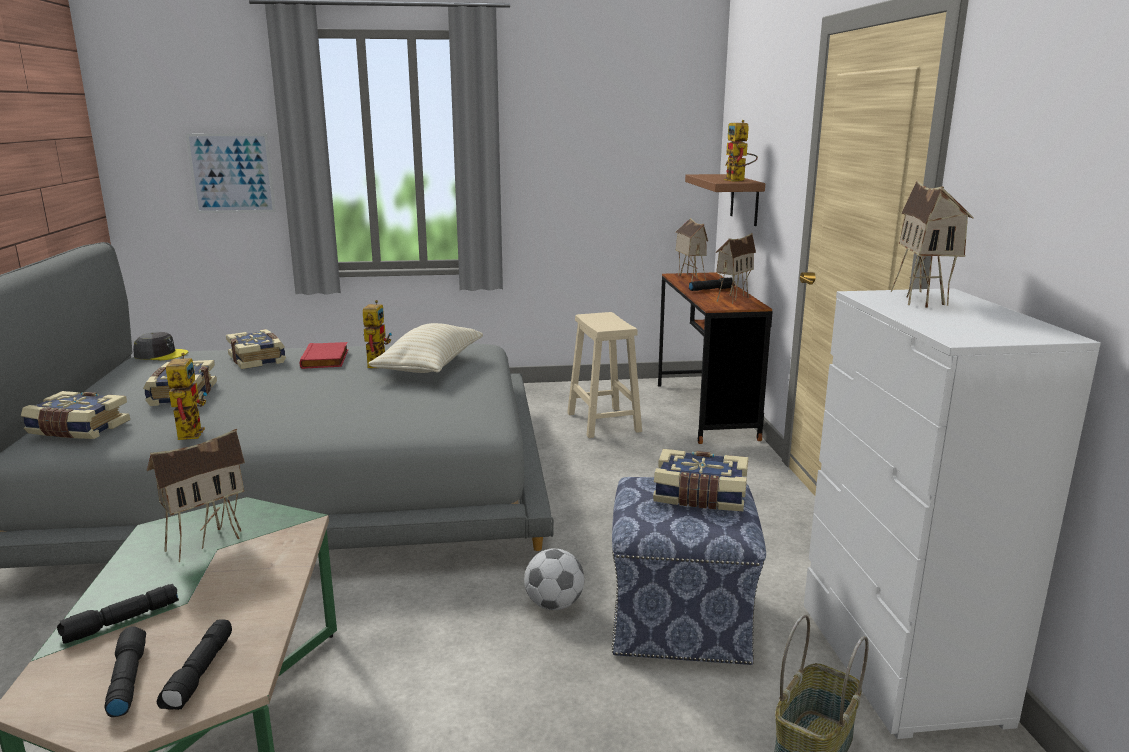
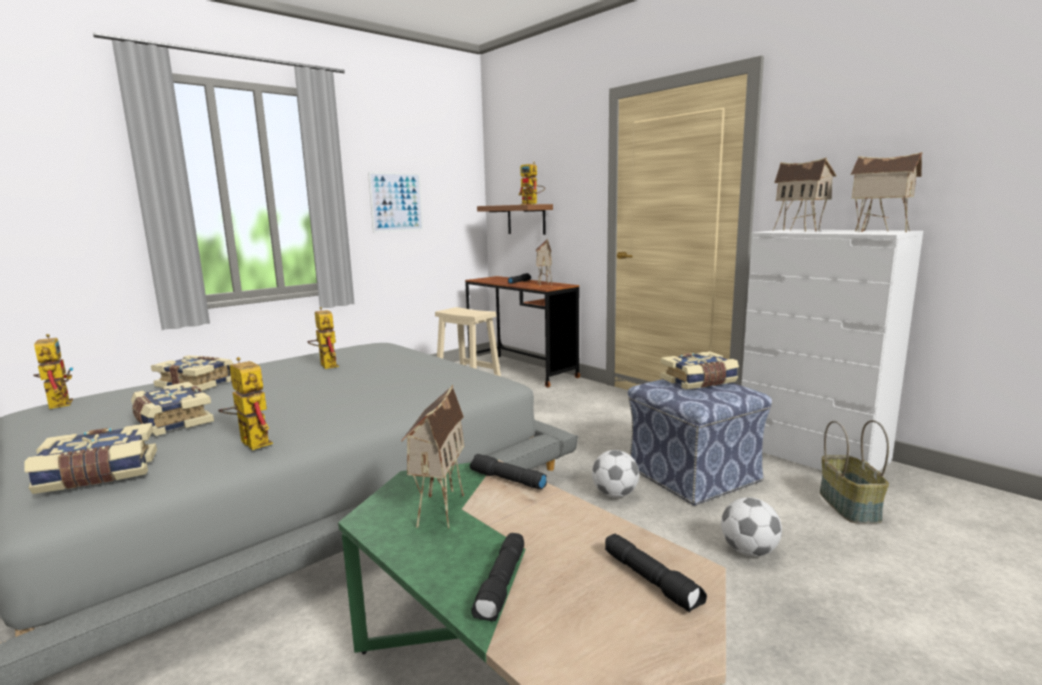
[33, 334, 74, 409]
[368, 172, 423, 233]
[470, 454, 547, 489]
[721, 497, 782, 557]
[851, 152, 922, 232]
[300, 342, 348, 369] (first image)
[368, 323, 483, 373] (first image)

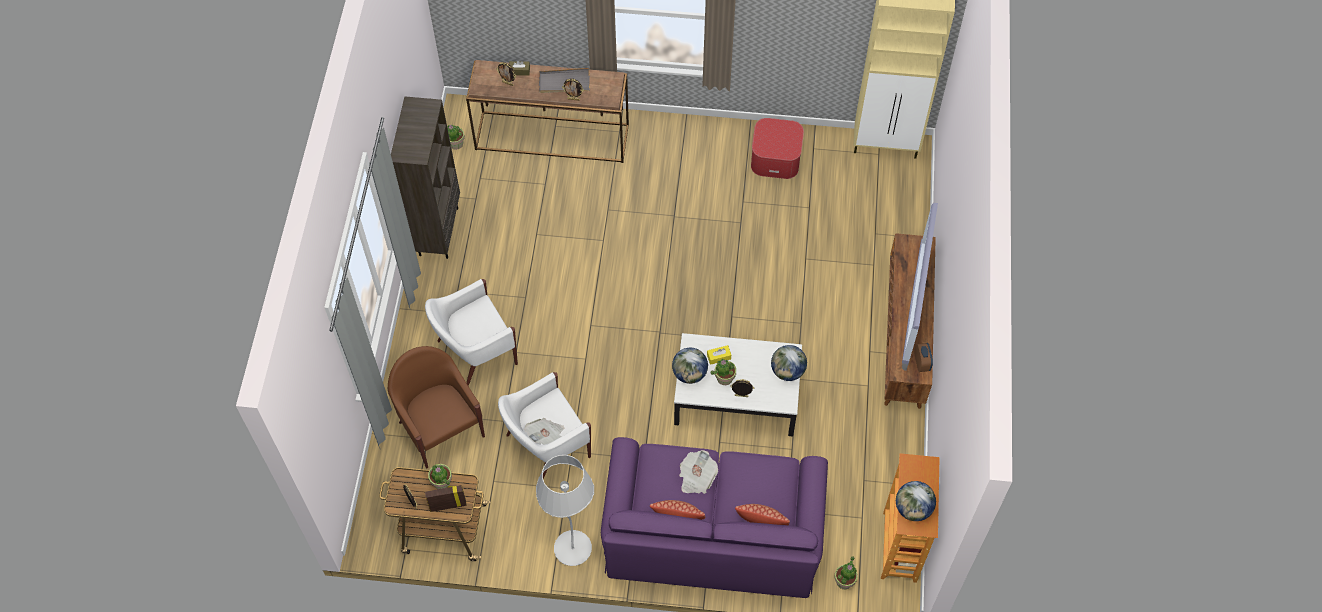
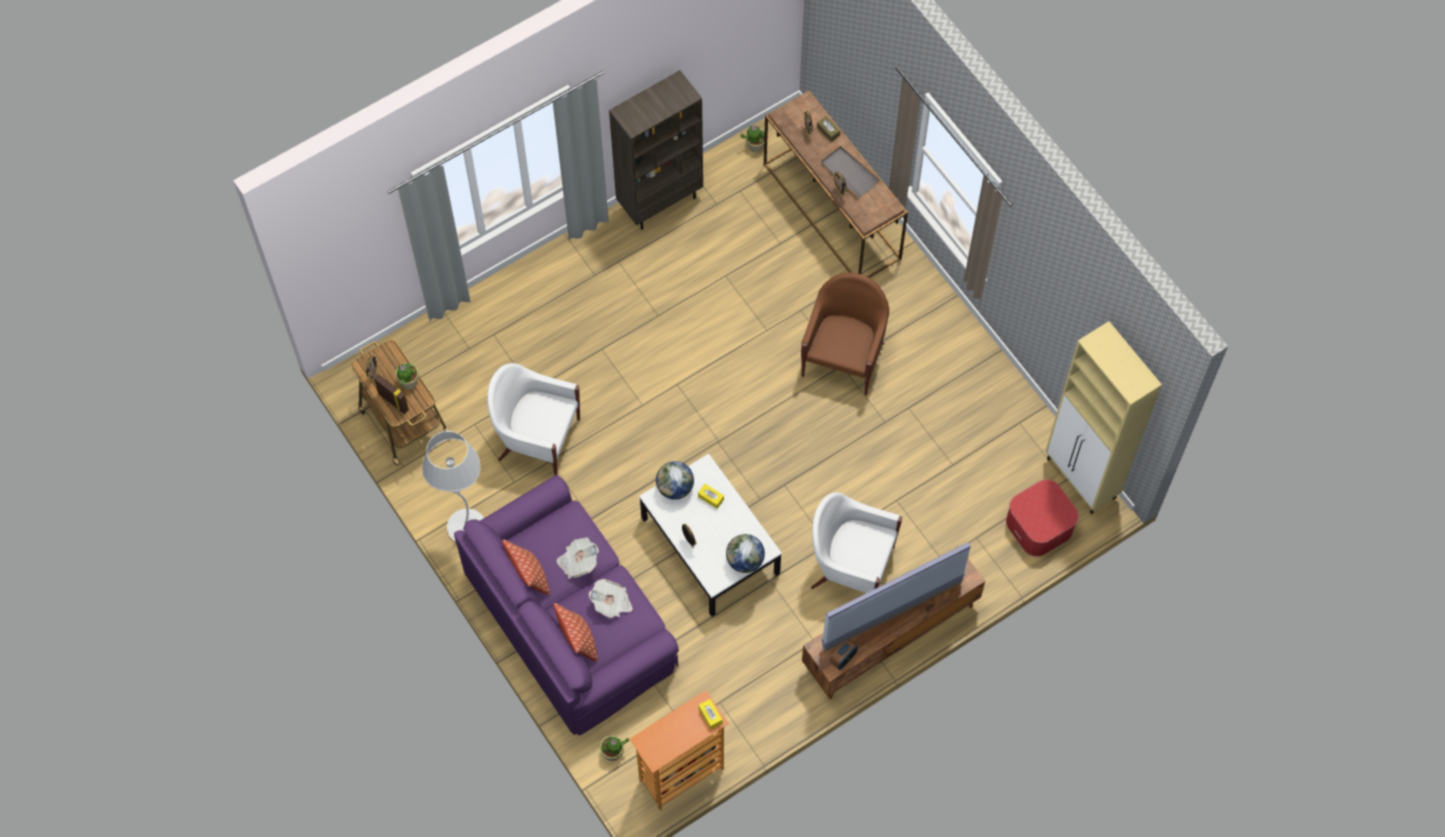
[589, 579, 633, 618]
[699, 699, 722, 729]
[801, 273, 889, 395]
[811, 492, 902, 593]
[1006, 479, 1079, 557]
[711, 359, 736, 385] (first image)
[896, 481, 936, 521] (first image)

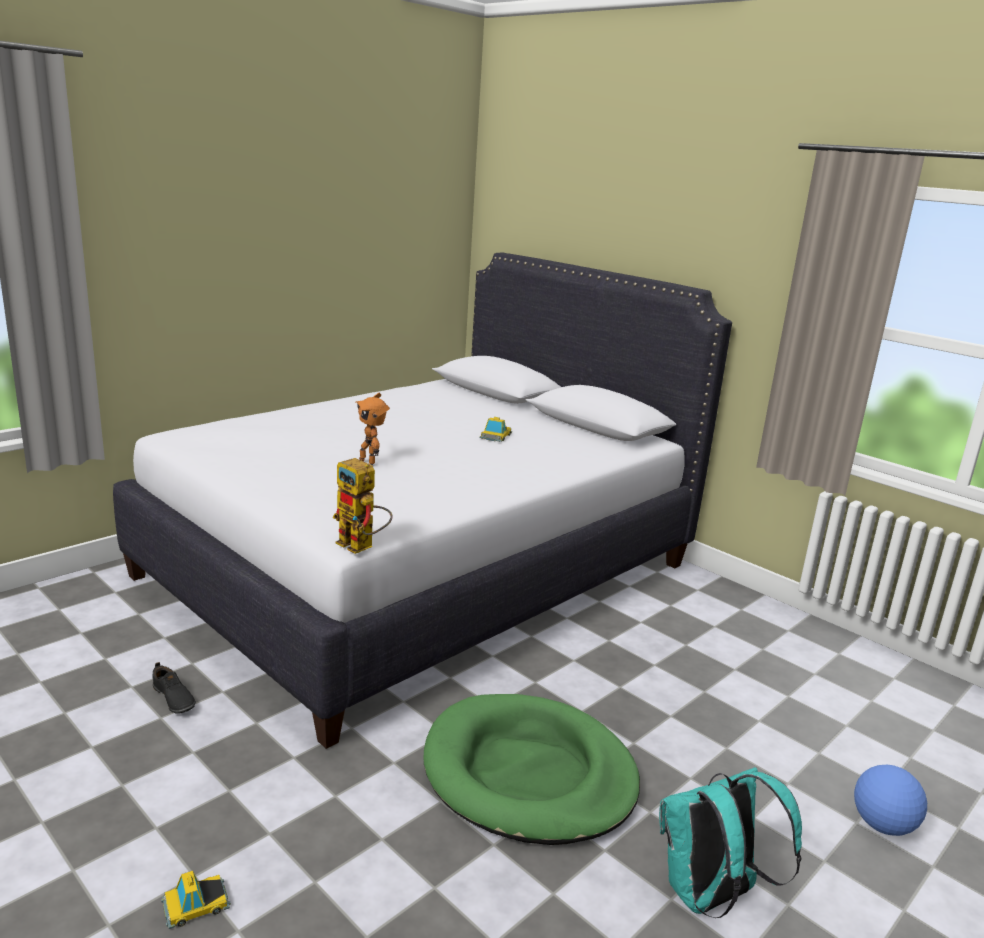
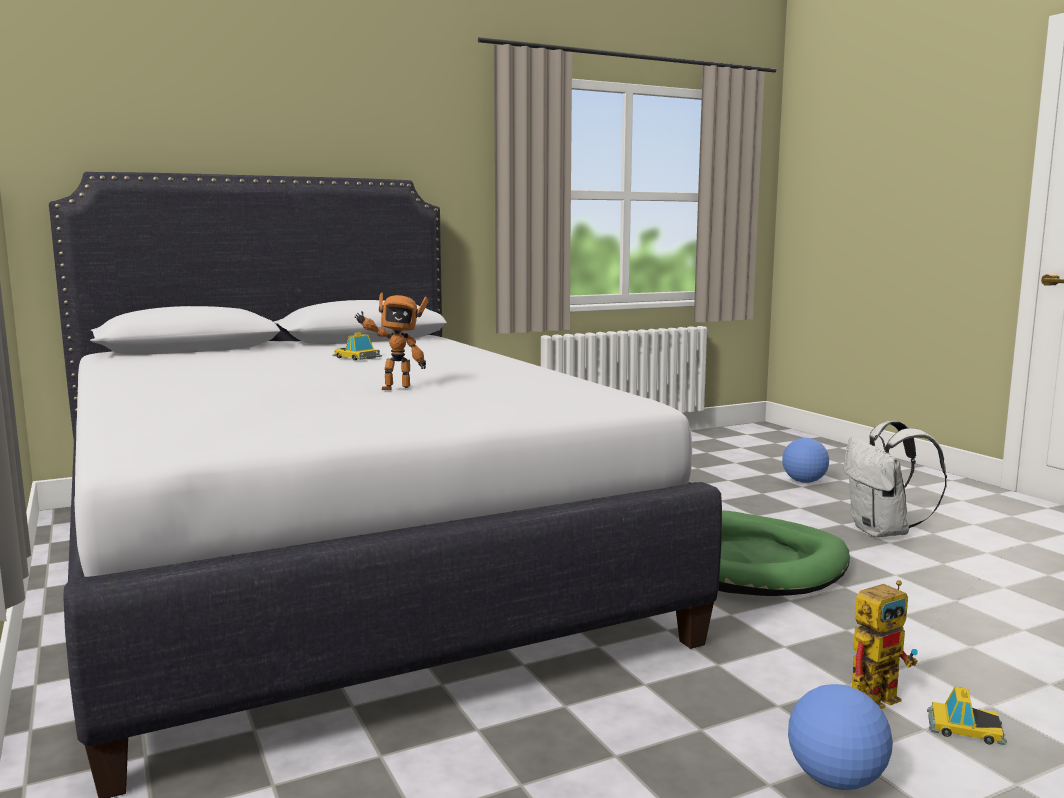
[788, 684, 893, 790]
[844, 420, 947, 538]
[852, 580, 918, 709]
[927, 687, 1007, 745]
[153, 662, 196, 714] (first image)

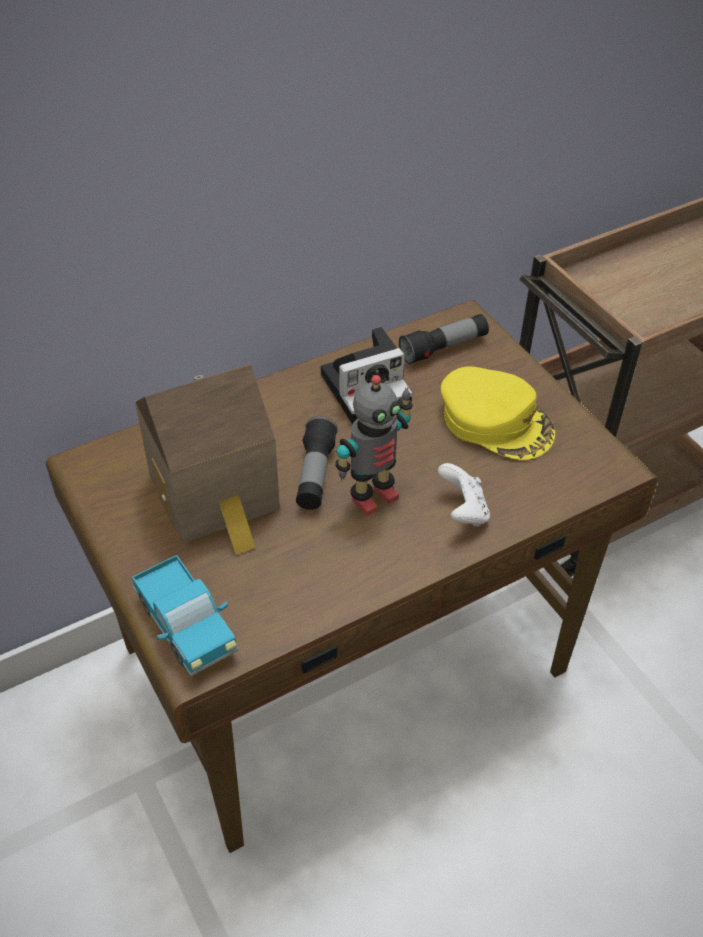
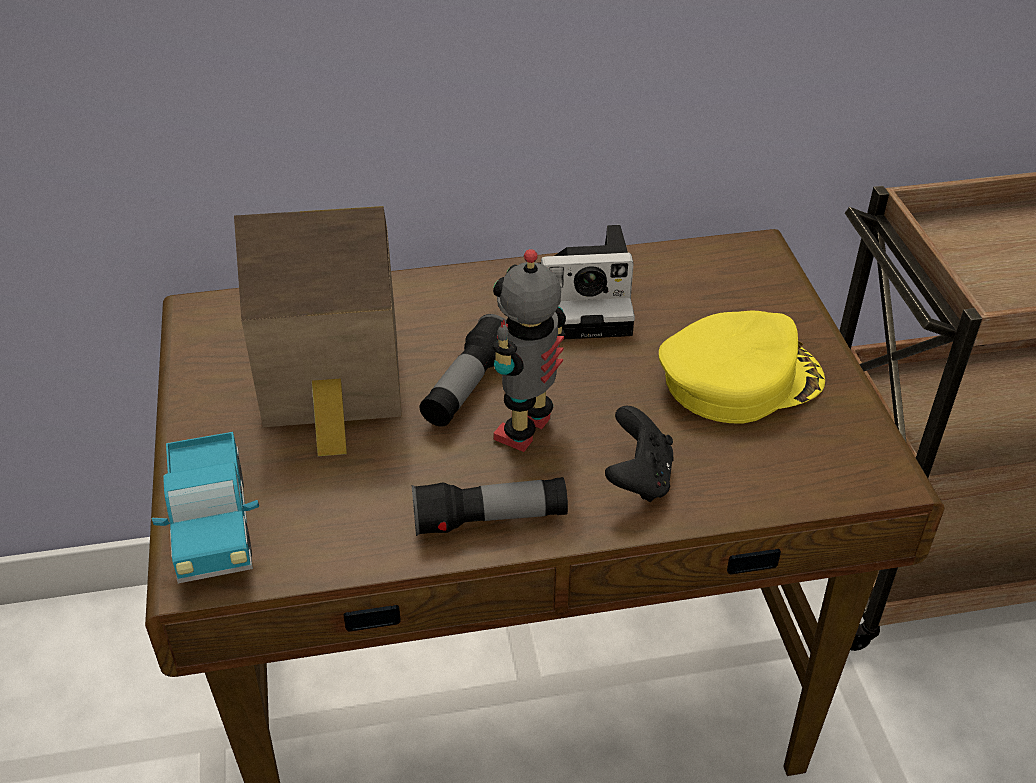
[412, 477, 568, 536]
[493, 249, 566, 452]
[605, 406, 674, 502]
[659, 311, 825, 423]

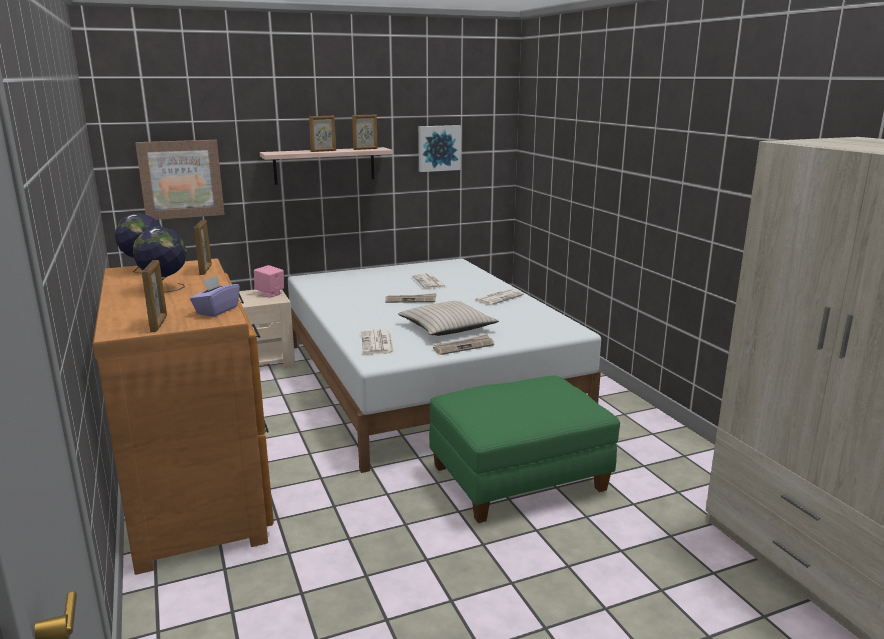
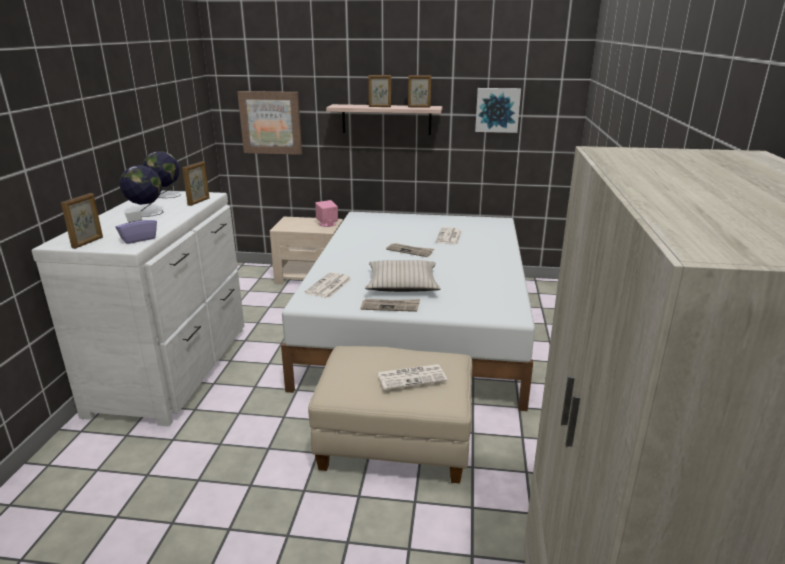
[31, 190, 245, 427]
[308, 346, 472, 484]
[378, 364, 447, 390]

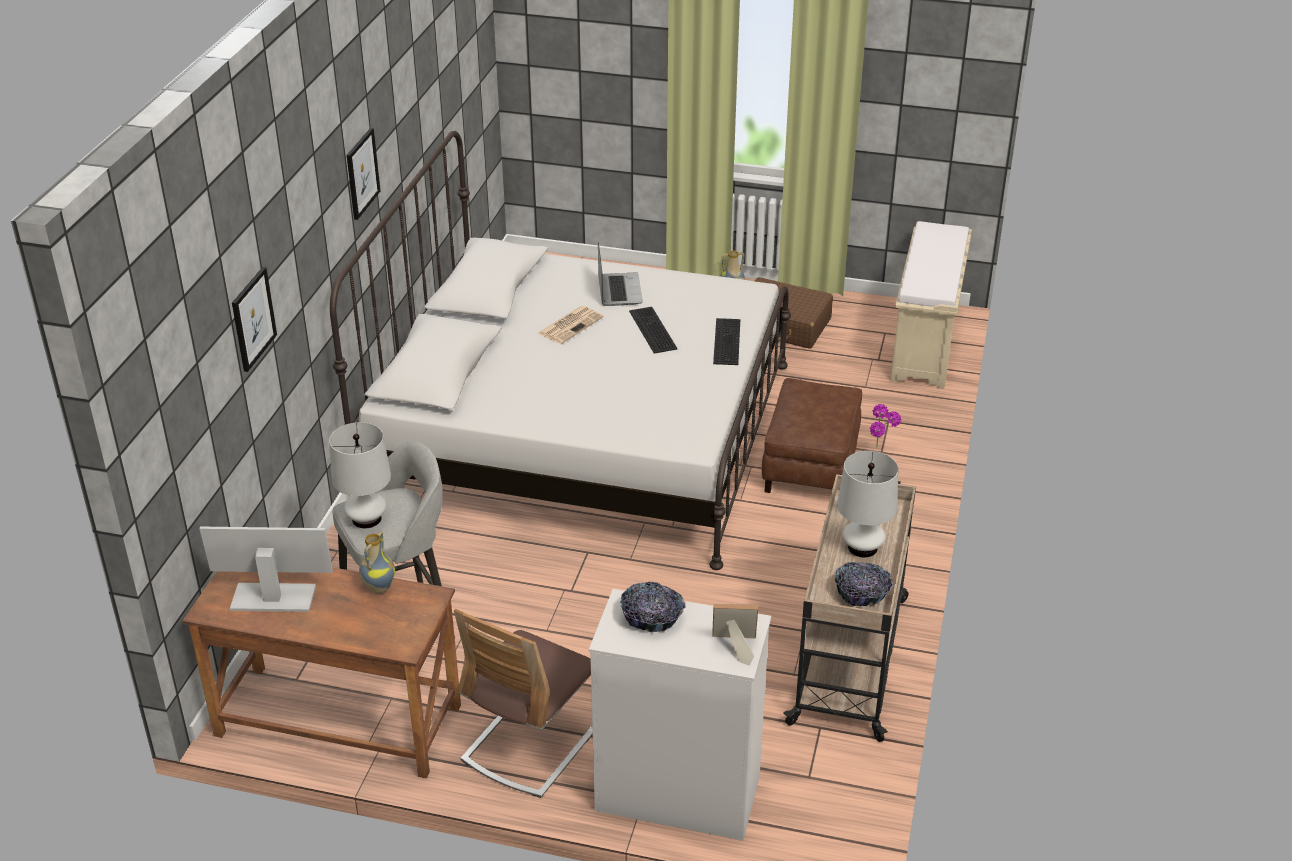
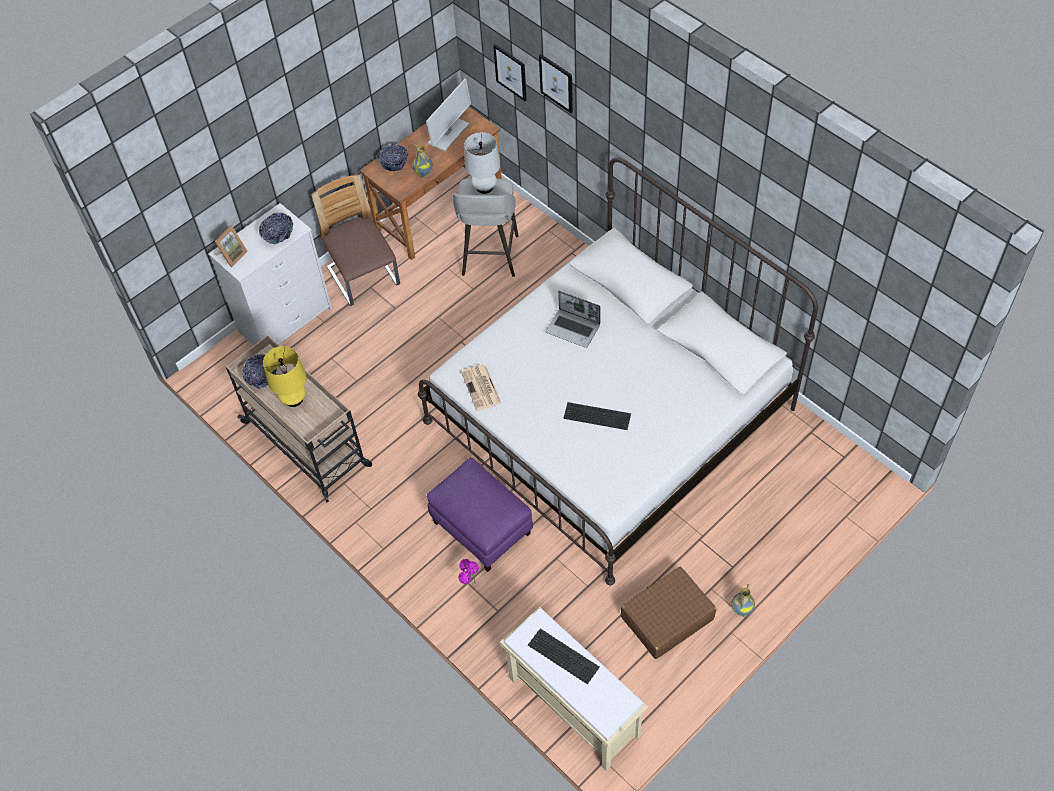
[263, 346, 306, 407]
[377, 144, 409, 171]
[427, 457, 533, 572]
[461, 364, 502, 411]
[493, 44, 527, 101]
[528, 629, 600, 684]
[546, 291, 600, 348]

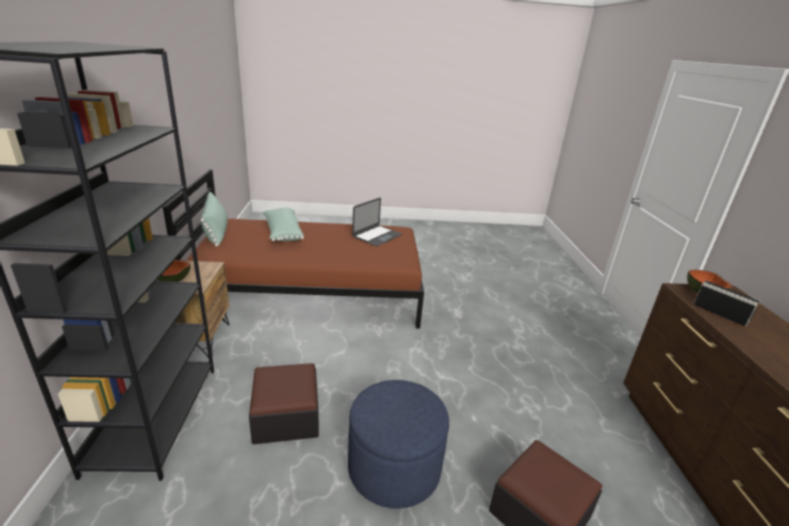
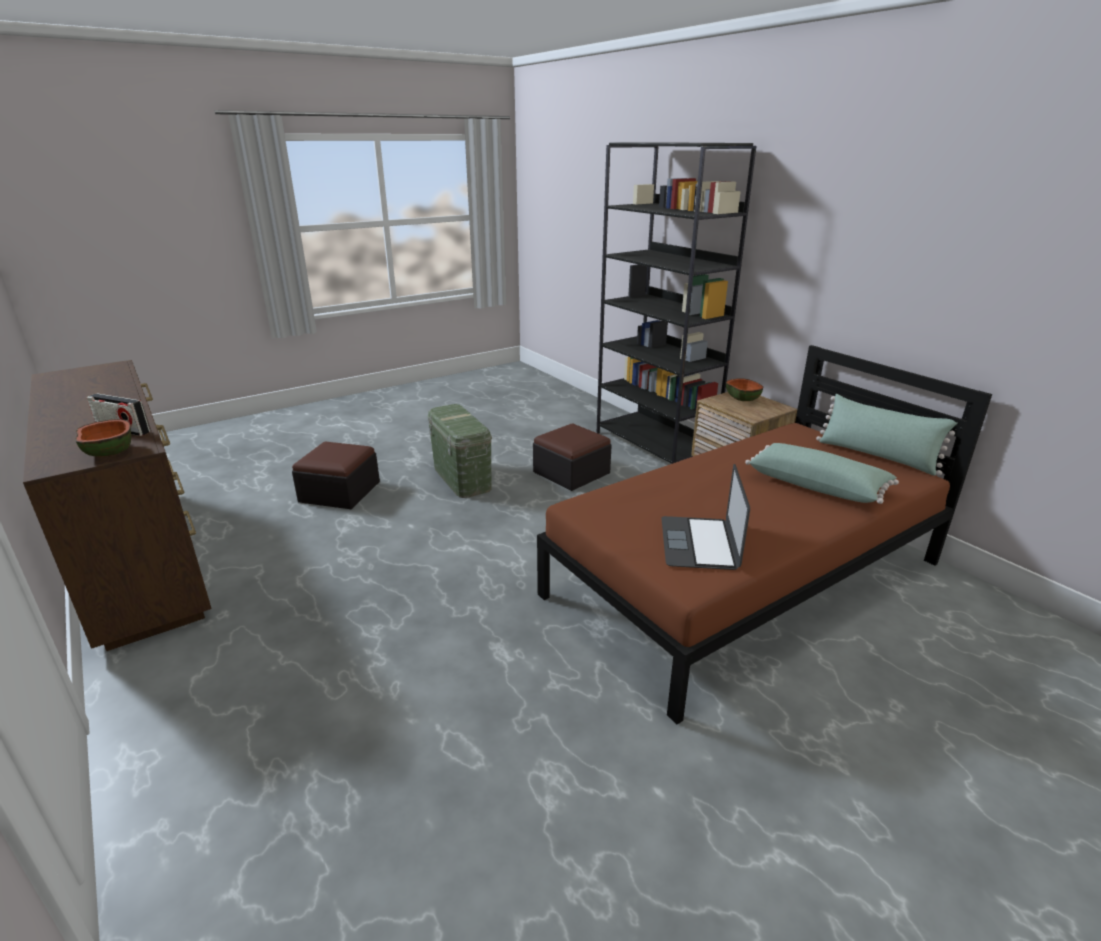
[427, 404, 492, 498]

